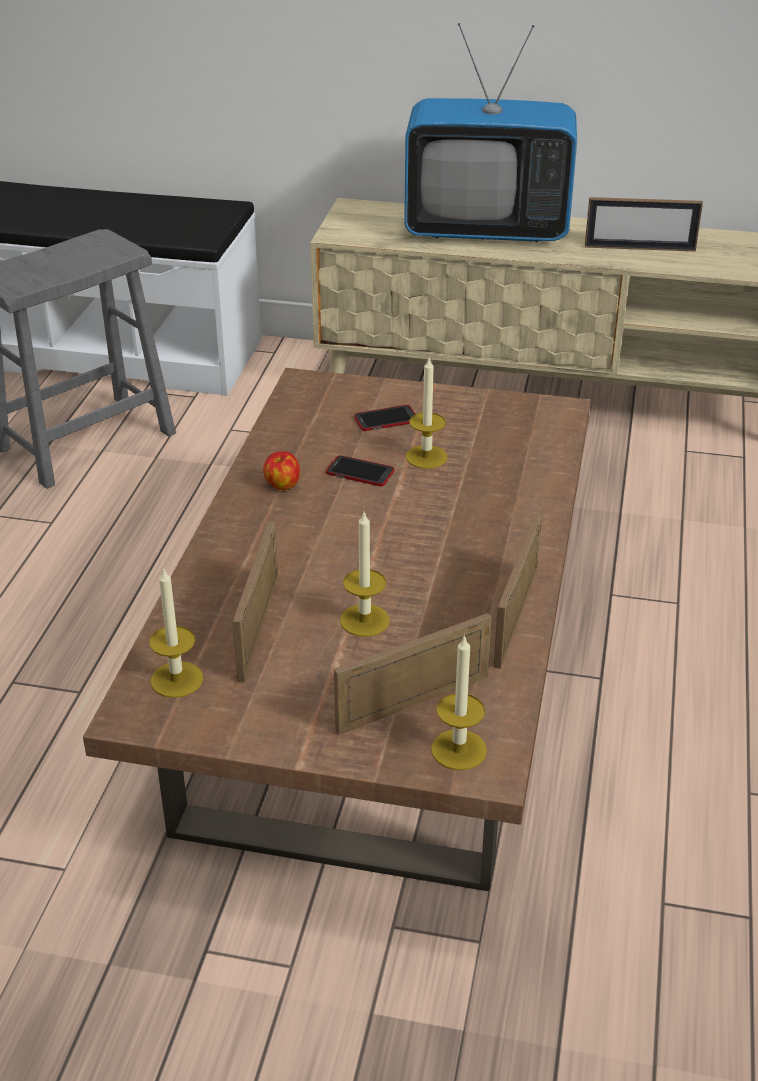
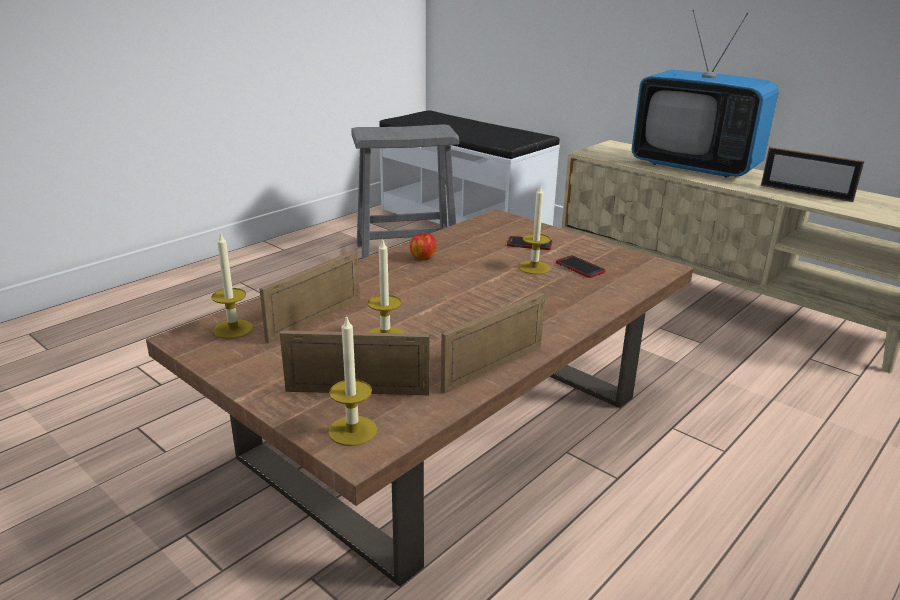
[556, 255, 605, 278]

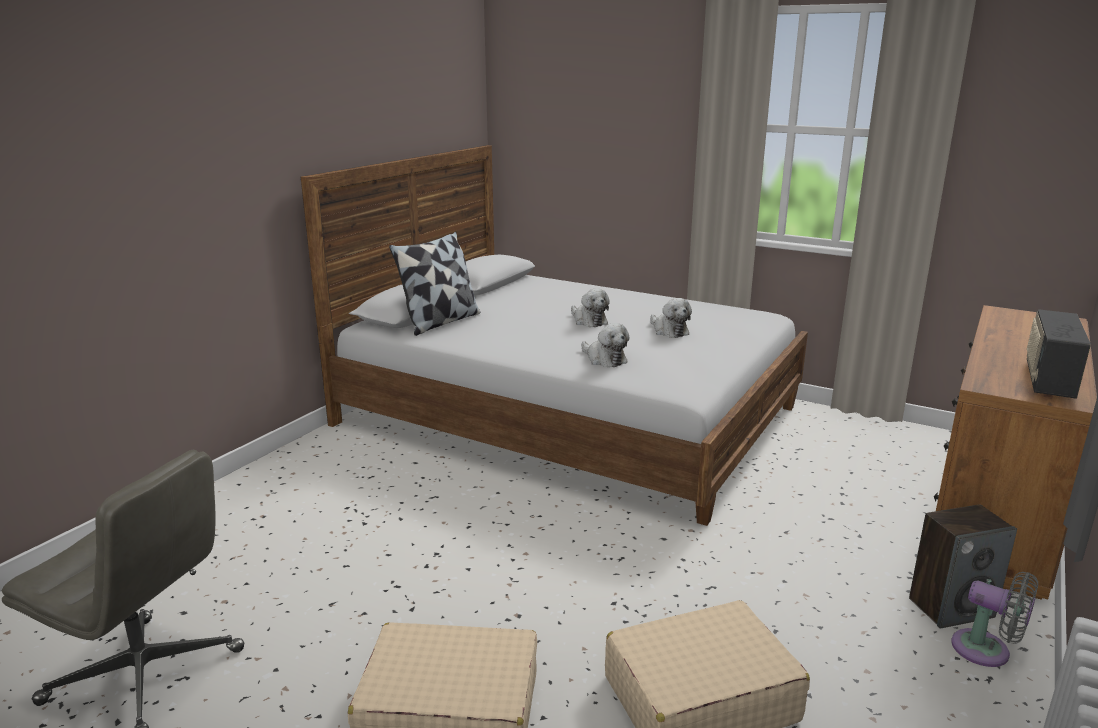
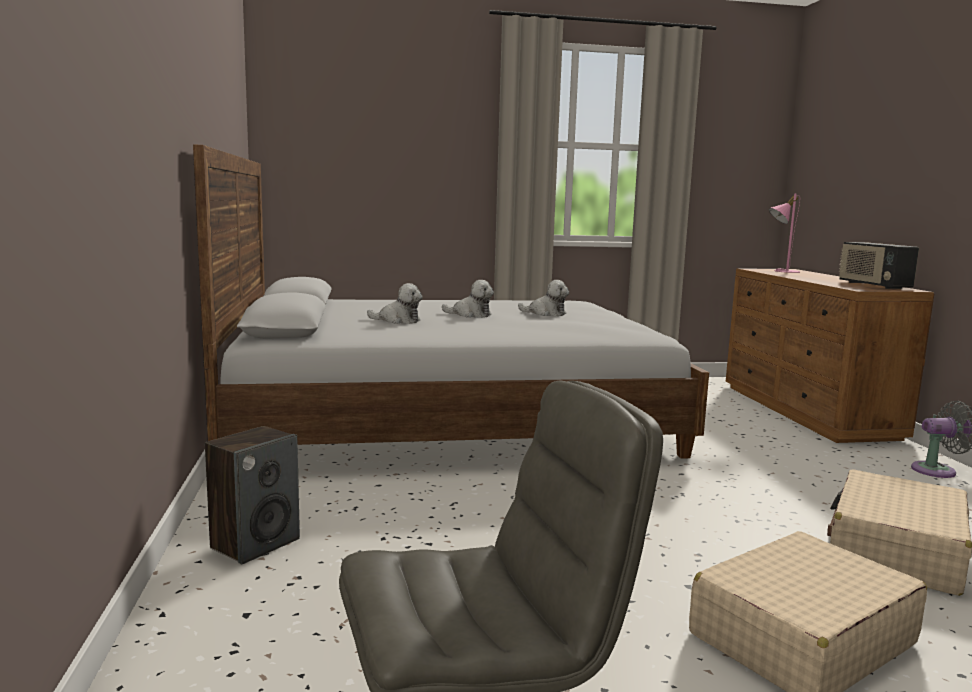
[205, 426, 300, 565]
[367, 283, 422, 324]
[769, 194, 800, 273]
[389, 232, 480, 336] (first image)

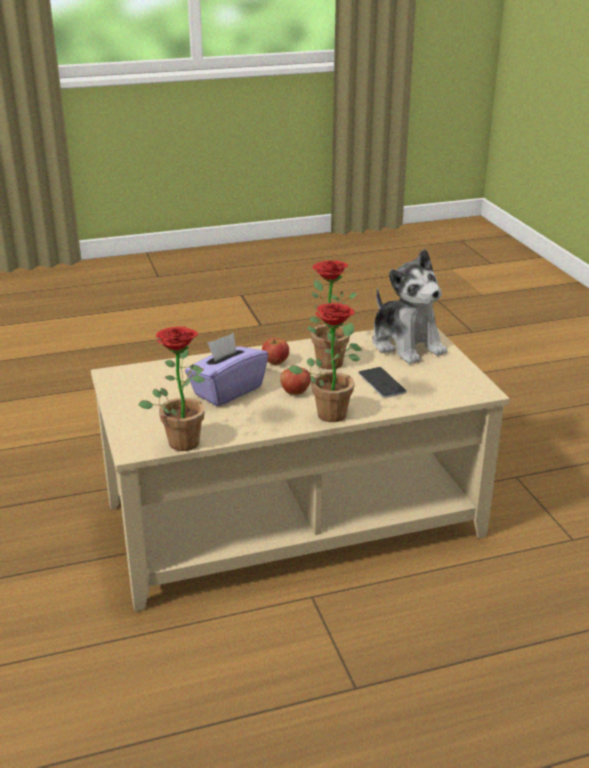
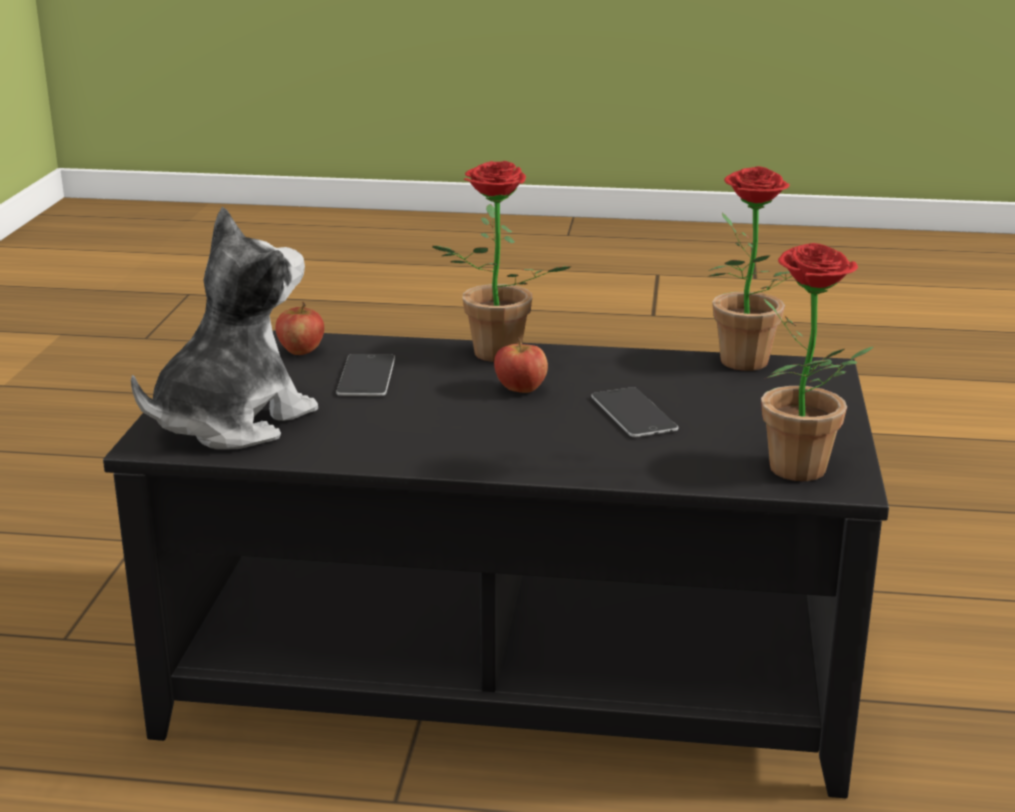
[103, 330, 889, 798]
[131, 207, 318, 450]
[275, 302, 324, 355]
[591, 387, 678, 437]
[761, 243, 874, 481]

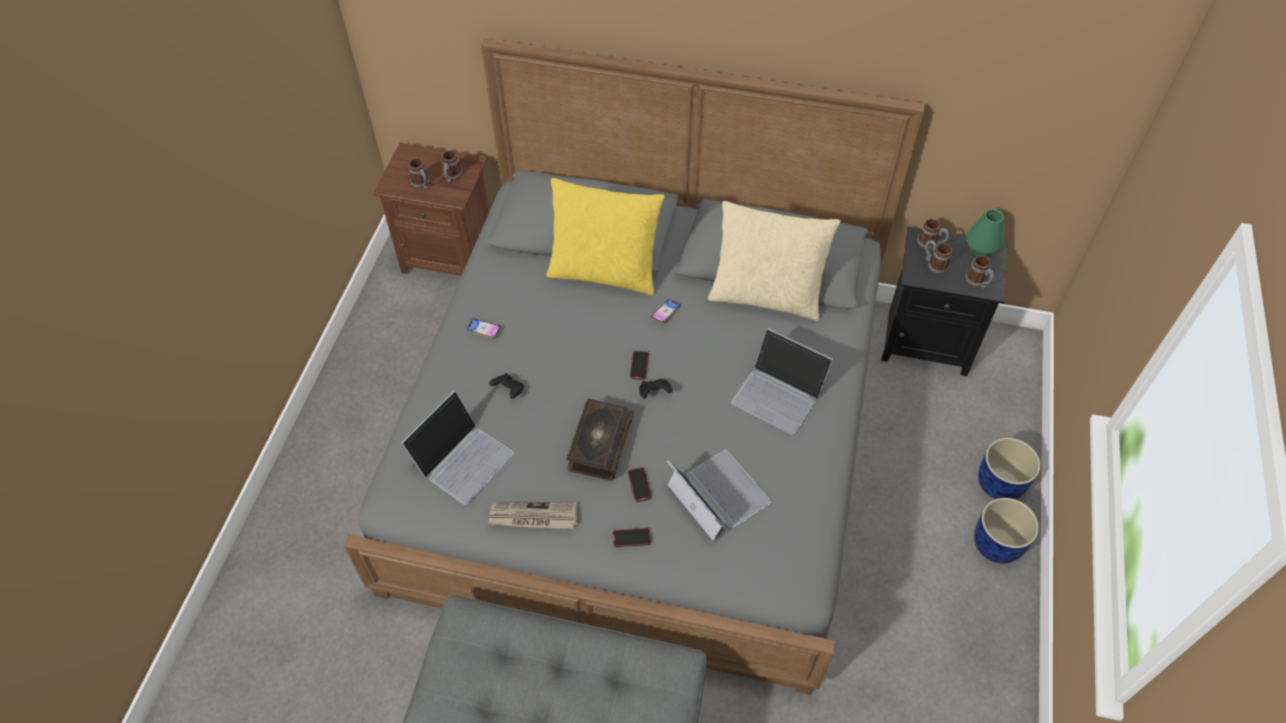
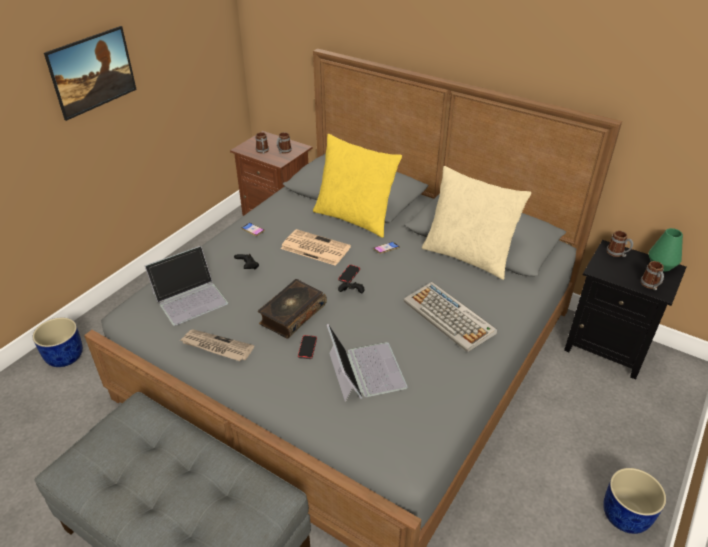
[32, 318, 83, 367]
[44, 26, 137, 121]
[281, 229, 351, 266]
[404, 282, 497, 353]
[612, 528, 651, 547] (first image)
[925, 240, 952, 275] (first image)

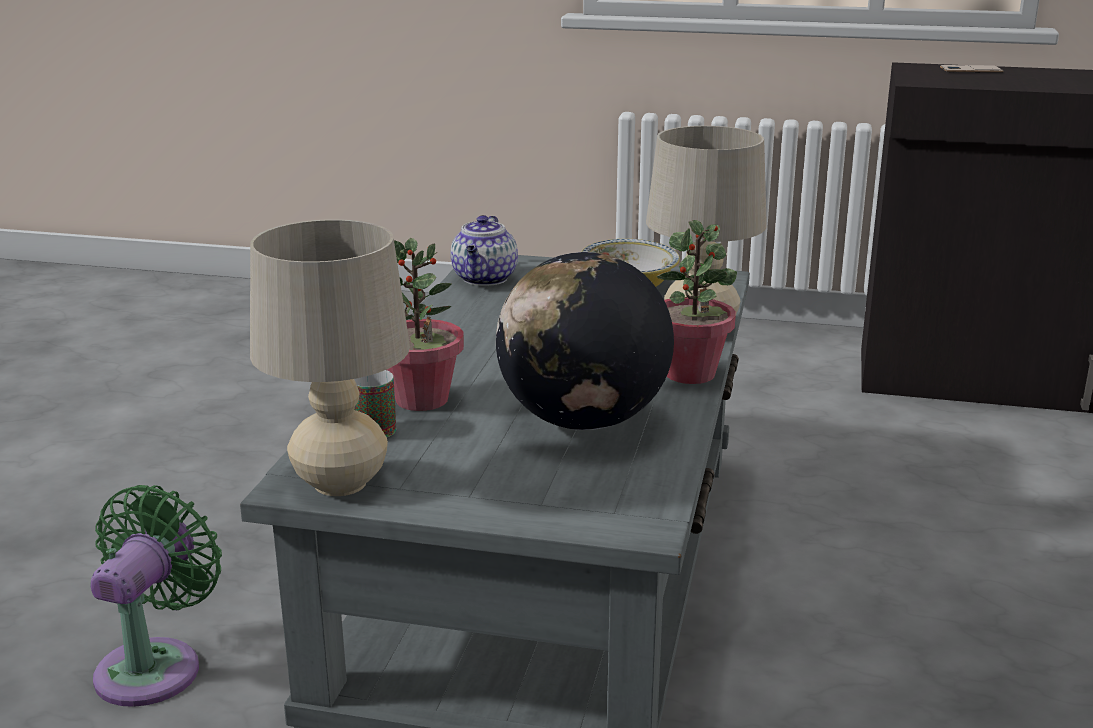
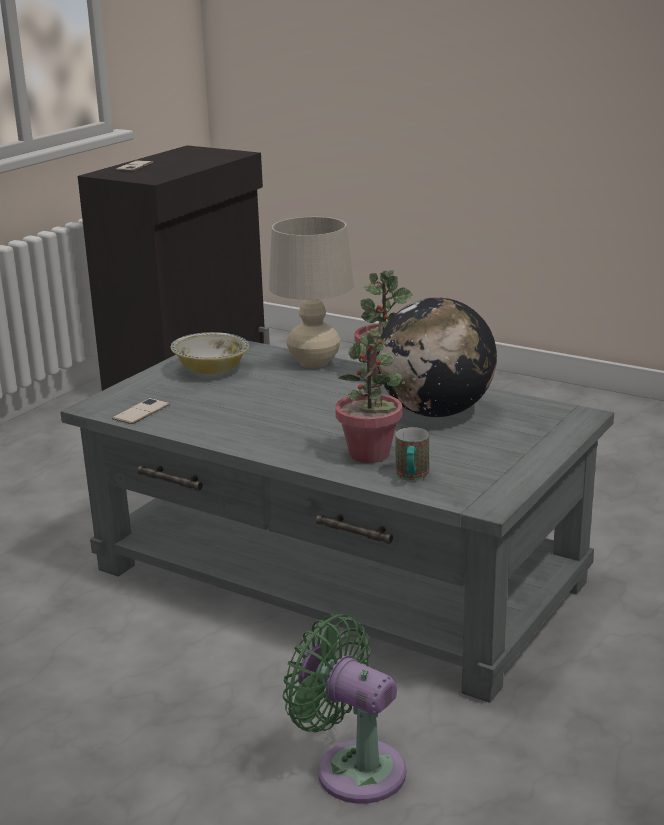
[112, 398, 170, 424]
[250, 219, 410, 496] (first image)

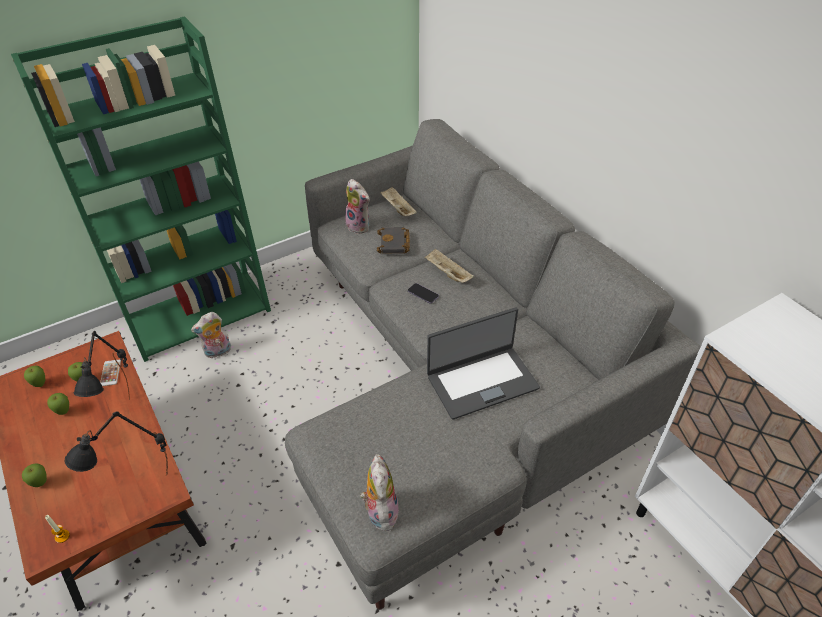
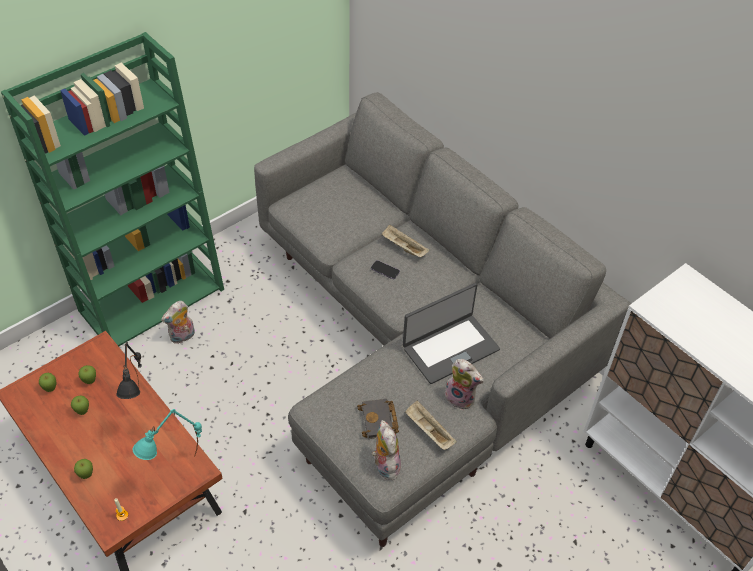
[133, 409, 202, 460]
[357, 399, 399, 439]
[405, 400, 457, 450]
[443, 359, 484, 410]
[100, 359, 121, 386] (first image)

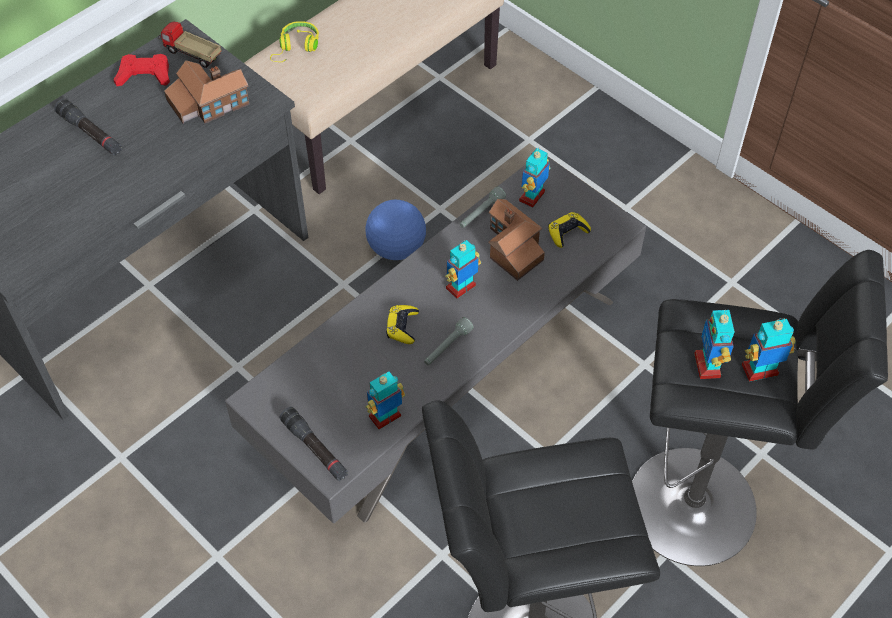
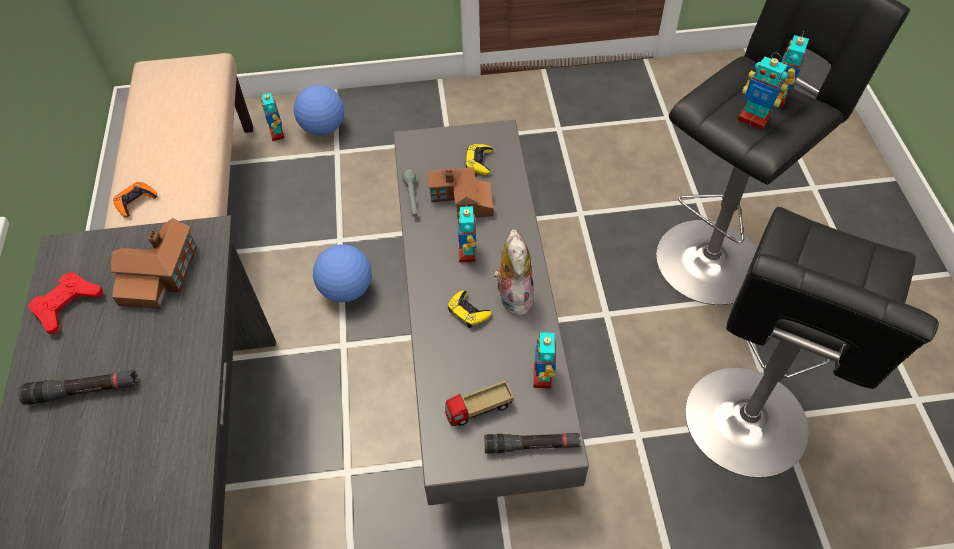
[113, 182, 157, 217]
[261, 92, 284, 141]
[294, 85, 344, 136]
[445, 381, 514, 426]
[493, 229, 534, 316]

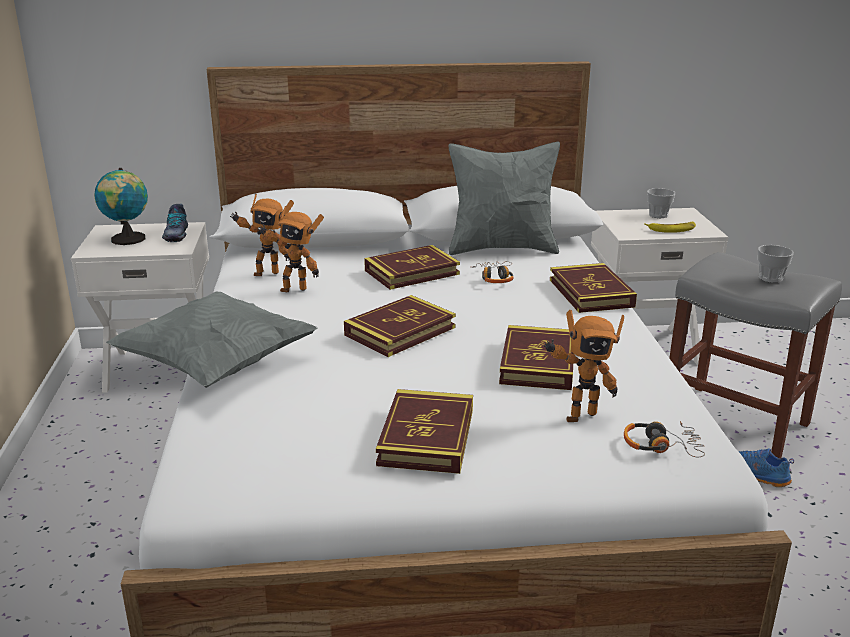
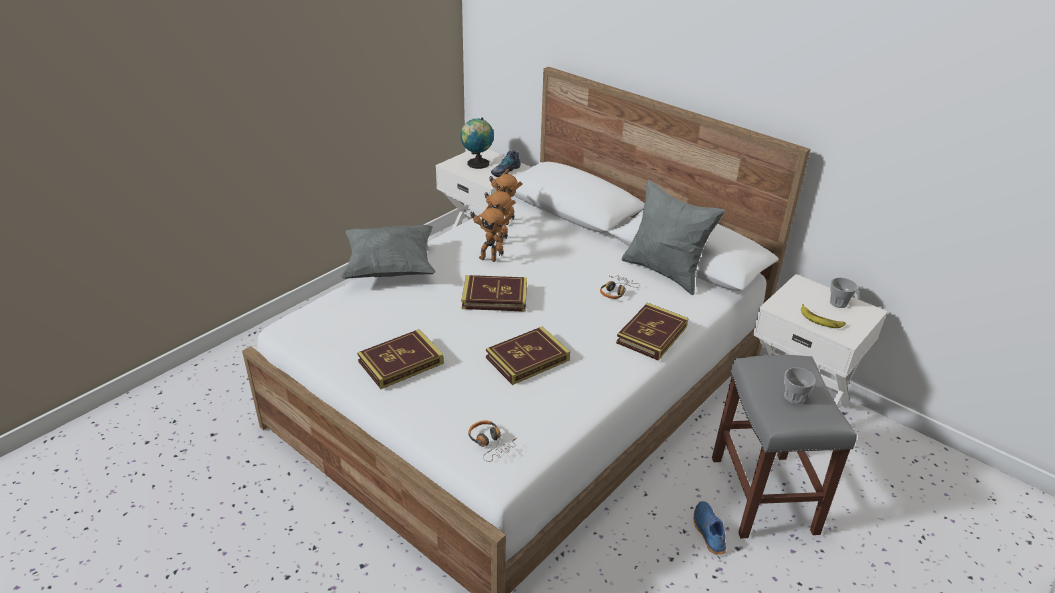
[470, 202, 512, 262]
[364, 245, 460, 290] (first image)

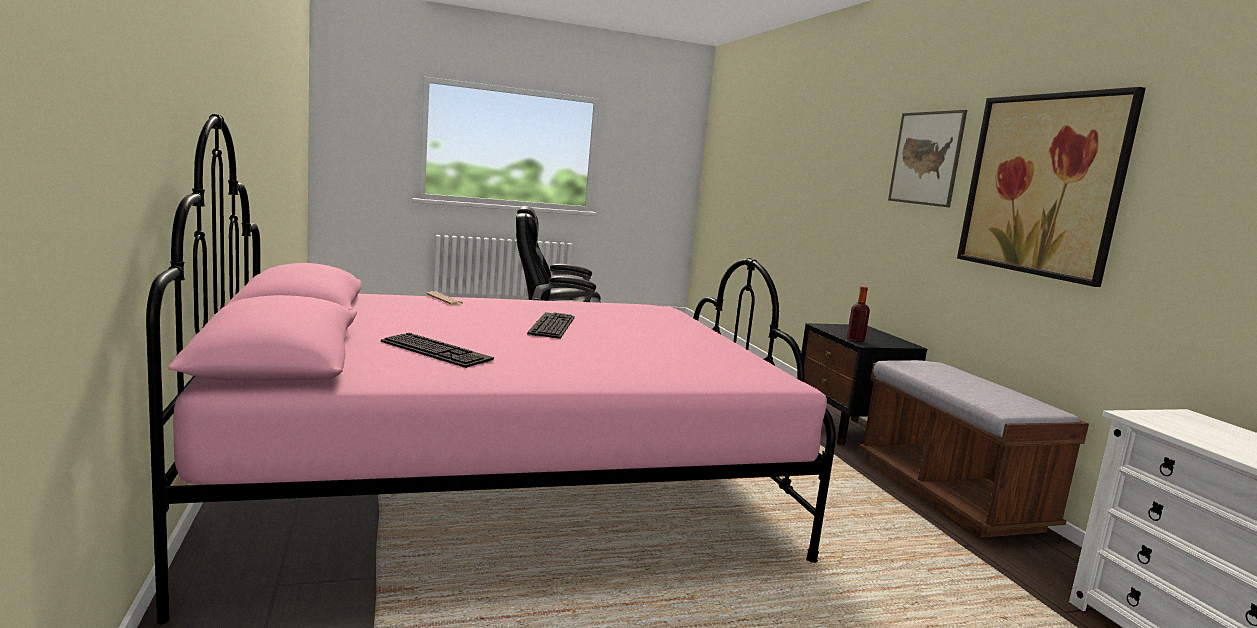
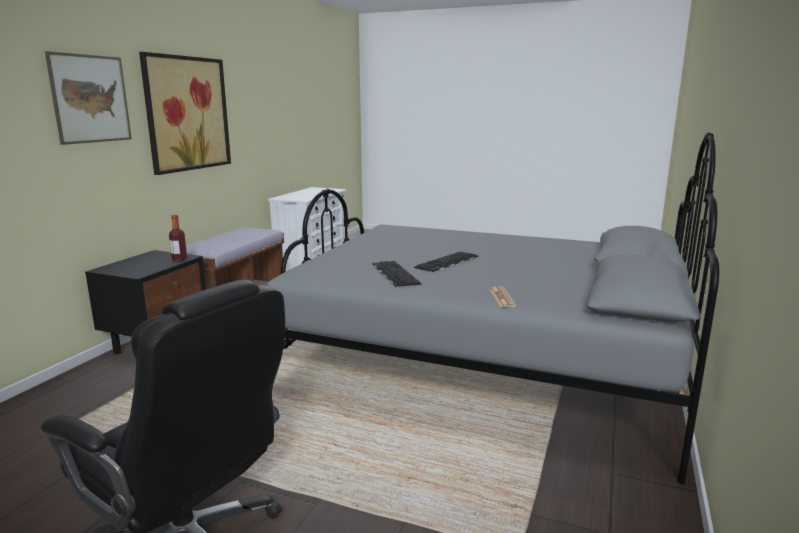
[267, 133, 719, 484]
[372, 261, 421, 287]

